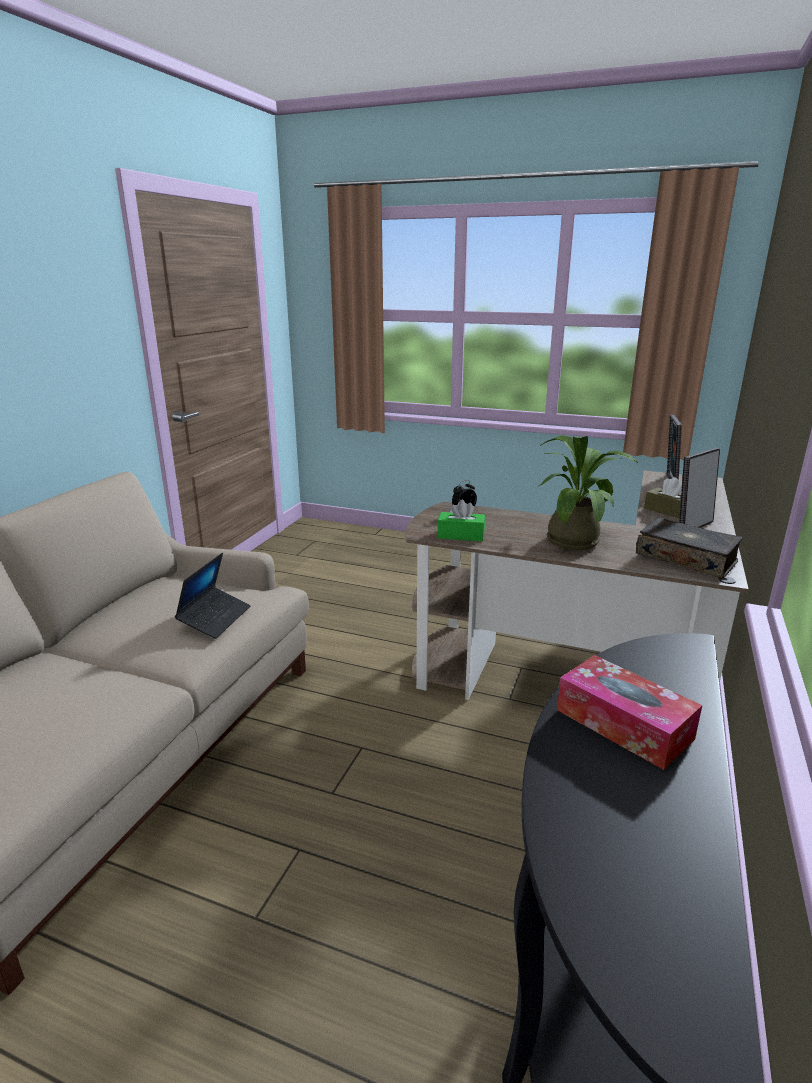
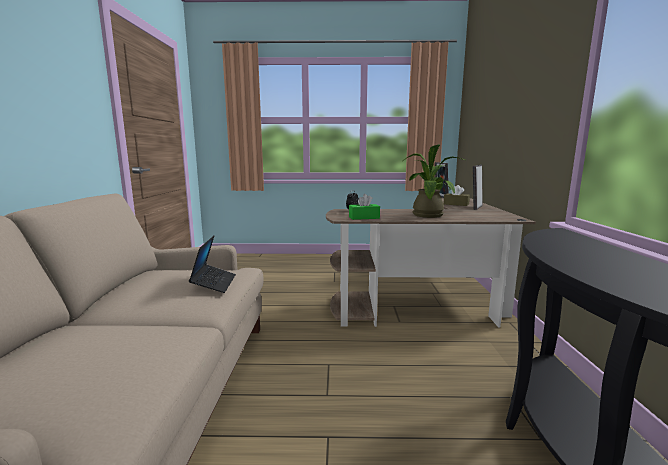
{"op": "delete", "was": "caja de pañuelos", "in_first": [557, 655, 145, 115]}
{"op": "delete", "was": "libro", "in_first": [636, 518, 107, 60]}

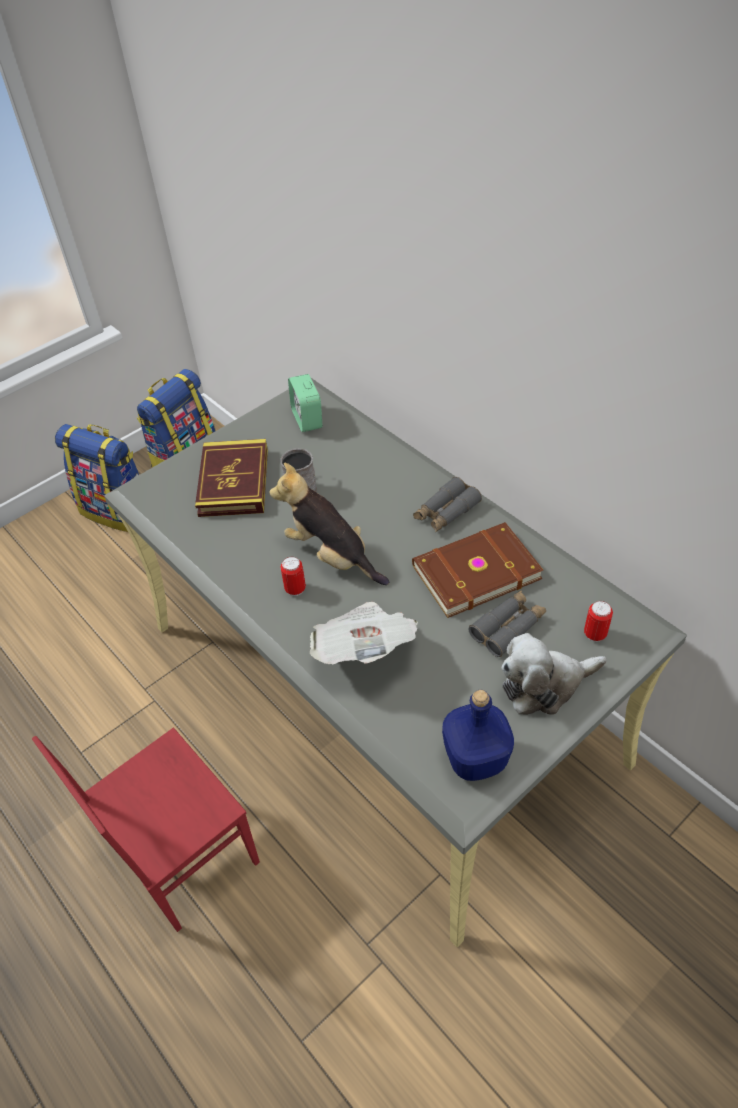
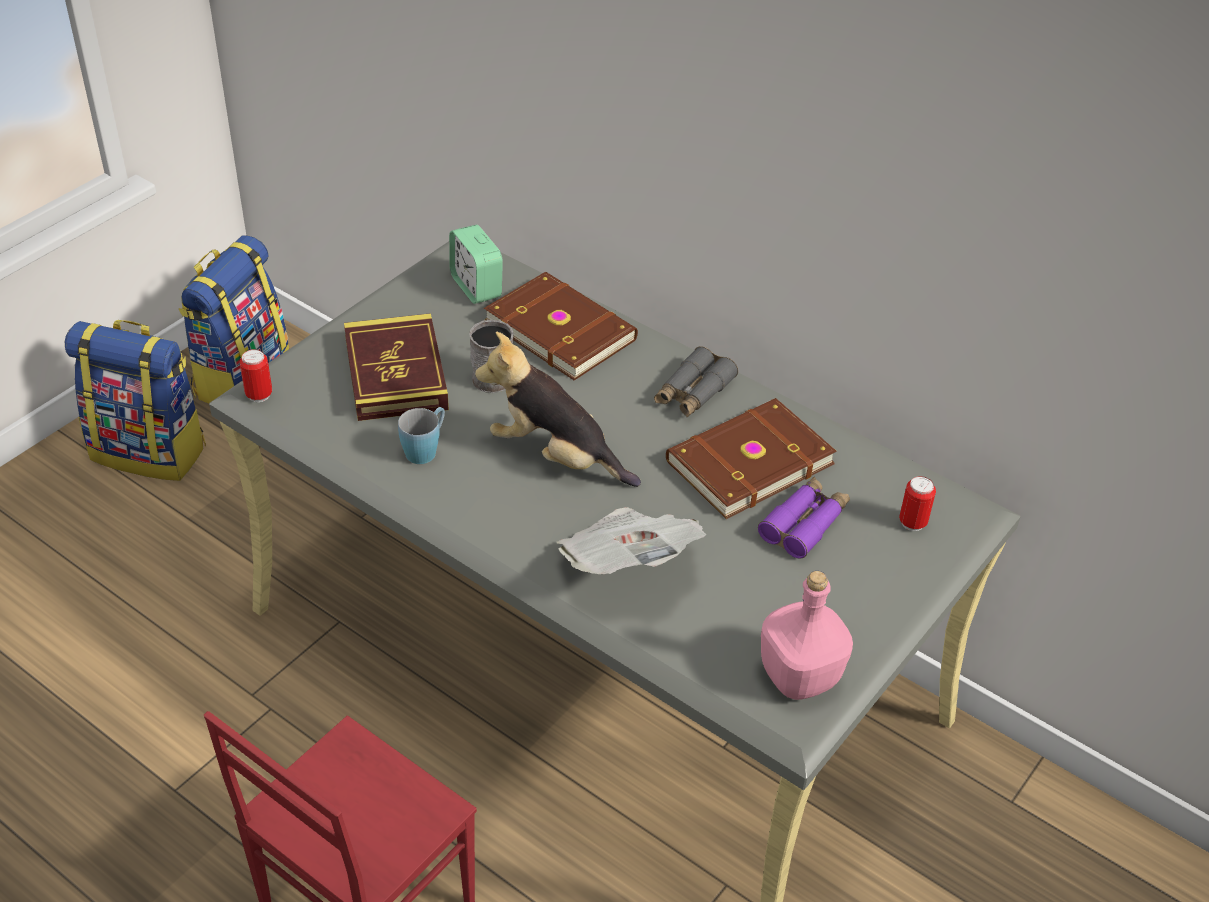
{"op": "delete", "was": "peluche", "in_first": [501, 633, 106, 82]}
{"op": "insert", "now": "taza grande (azul)", "in_second": [398, 407, 47, 57]}
{"op": "insert", "now": "libro (marrón)", "in_second": [484, 272, 154, 108]}
{"op": "move", "was": "lata", "in_first": [281, 557, 25, 39], "in_second": [240, 349, 32, 53]}
{"op": "recolor", "was": "botella (azul)", "now": "botella (rosa)", "in_first": [442, 690, 72, 91], "in_second": [761, 571, 92, 129]}
{"op": "recolor", "was": "prismáticos (gris)", "now": "prismáticos (morado)", "in_first": [469, 590, 77, 67], "in_second": [758, 477, 92, 81]}

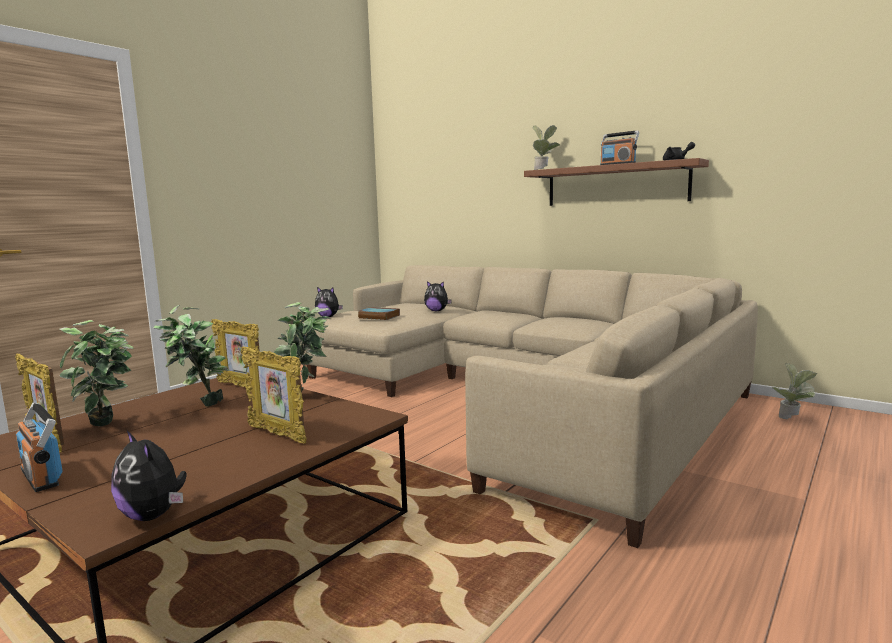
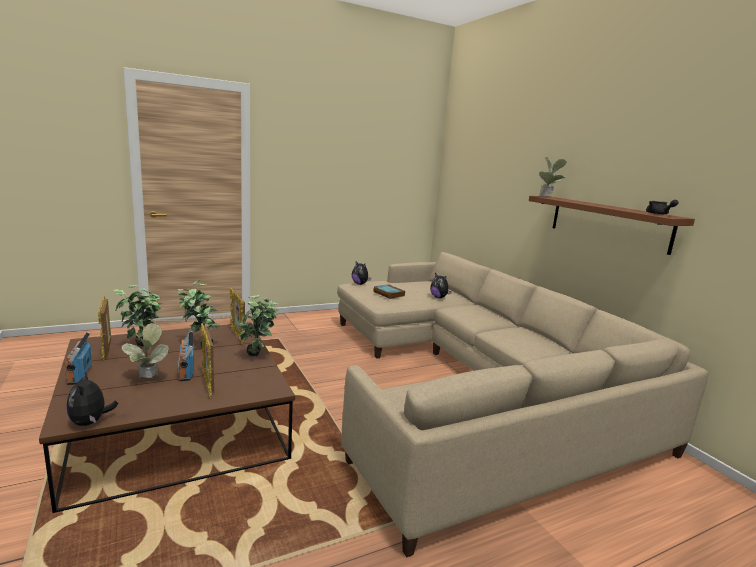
{"op": "move", "was": "radio", "in_first": [600, 130, 39, 35], "in_second": [177, 331, 17, 50]}
{"op": "move", "was": "planta en maceta", "in_first": [772, 363, 45, 57], "in_second": [121, 323, 48, 55]}

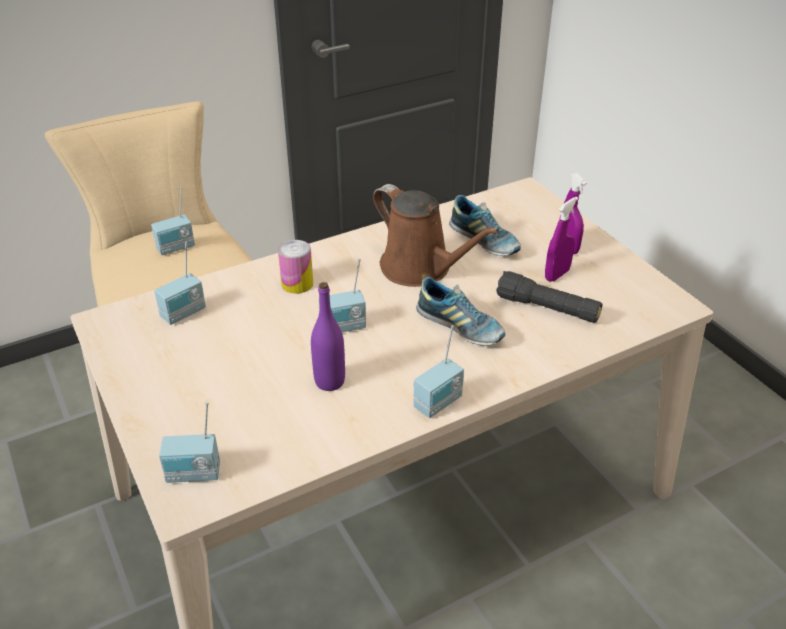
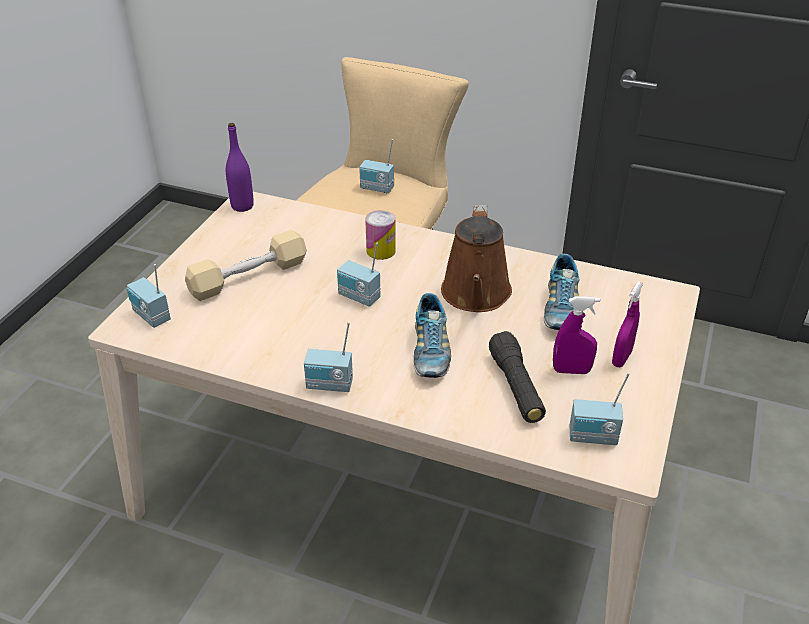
{"op": "insert", "now": "mancuerna (beis)", "in_second": [185, 230, 122, 71]}
{"op": "move", "was": "radio", "in_first": [154, 242, 52, 83], "in_second": [570, 373, 60, 72]}
{"op": "move", "was": "botella (morado)", "in_first": [311, 282, 34, 109], "in_second": [226, 123, 28, 89]}

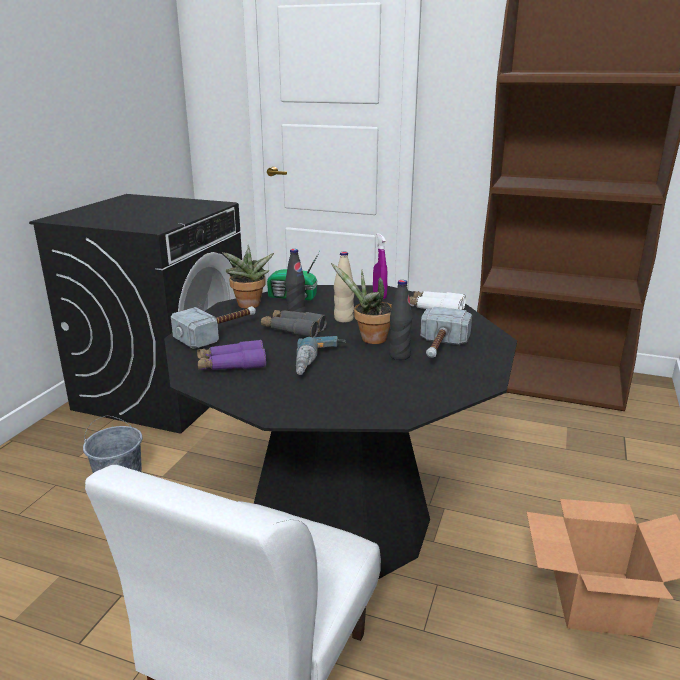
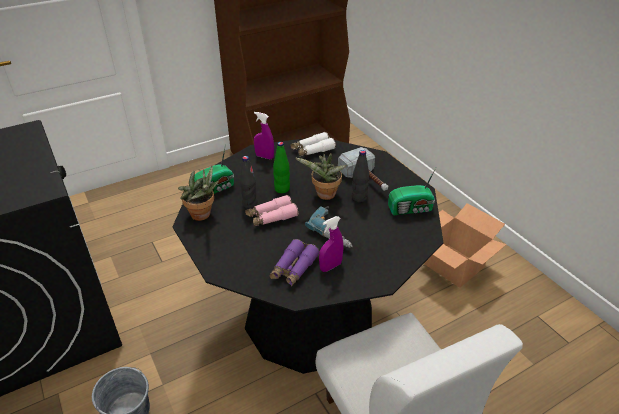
{"op": "delete", "was": "martillo", "in_first": [171, 306, 85, 43]}
{"op": "insert", "now": "pulverizador (morado)", "in_second": [319, 216, 24, 56]}
{"op": "insert", "now": "radio", "in_second": [388, 168, 48, 47]}
{"op": "recolor", "was": "prismáticos (gris)", "now": "prismáticos (rosa)", "in_first": [261, 310, 66, 28], "in_second": [245, 195, 53, 32]}
{"op": "recolor", "was": "botella (beis)", "now": "botella (verde)", "in_first": [334, 252, 20, 70], "in_second": [273, 142, 17, 51]}

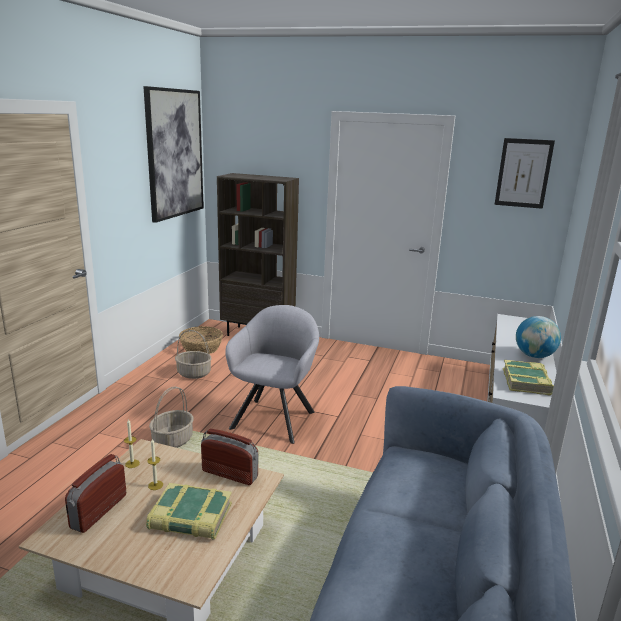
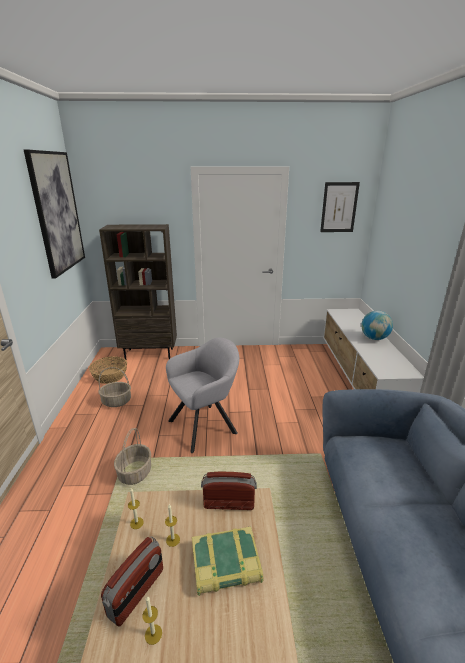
{"op": "delete", "was": "libro", "in_first": [503, 360, 51, 36]}
{"op": "insert", "now": "vela", "in_second": [142, 596, 20, 49]}
{"op": "rotate", "was": "radio", "in_first": [65, 454, 61, 79], "in_second": [101, 536, 62, 91], "clockwise": -150}
{"op": "rotate", "was": "sillón (gris)", "in_first": [225, 305, 94, 139], "in_second": [166, 338, 73, 115], "clockwise": 60}

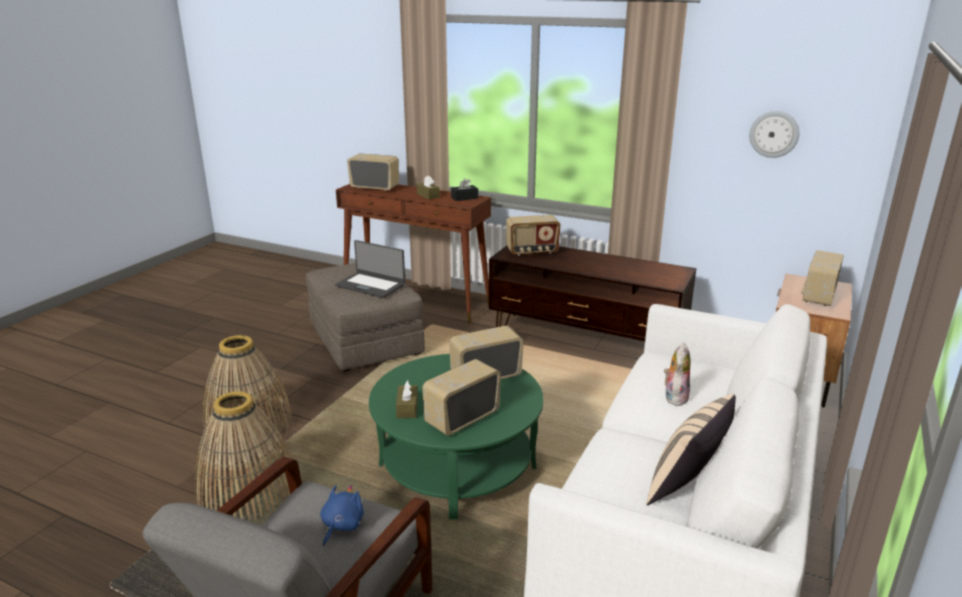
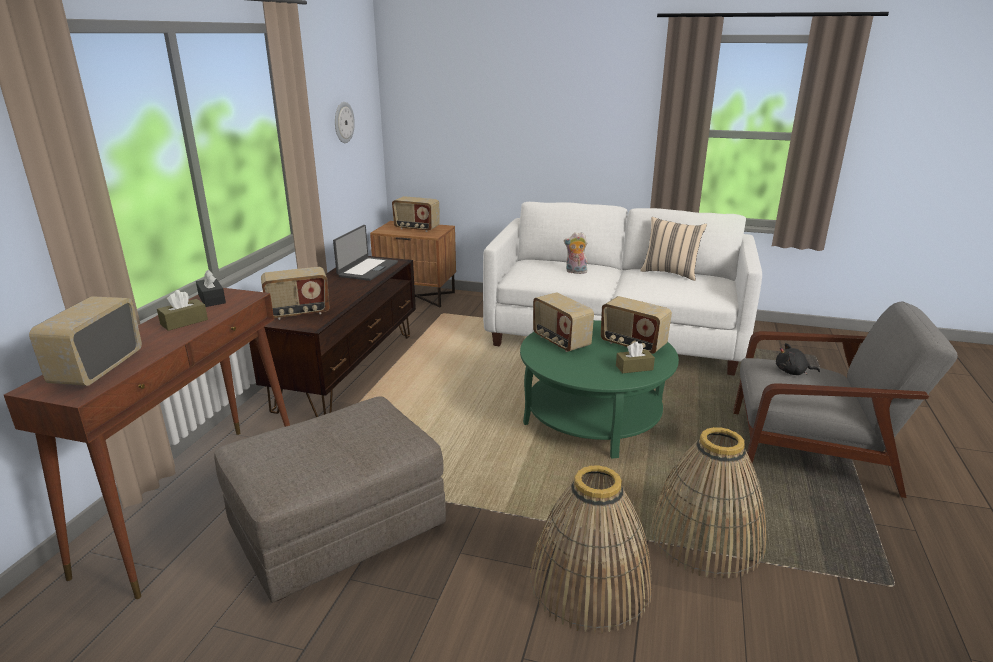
{"op": "move", "was": "portátil", "in_first": [335, 240, 70, 58], "in_second": [333, 225, 65, 56]}
{"op": "recolor", "was": "peluche (azul)", "now": "peluche (negro)", "in_first": [320, 485, 44, 61], "in_second": [776, 343, 44, 32]}
{"op": "rotate", "was": "radio", "in_first": [506, 215, 55, 41], "in_second": [261, 267, 69, 53], "clockwise": 90}

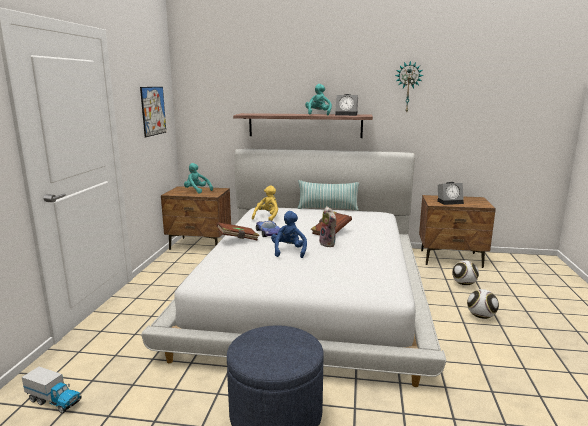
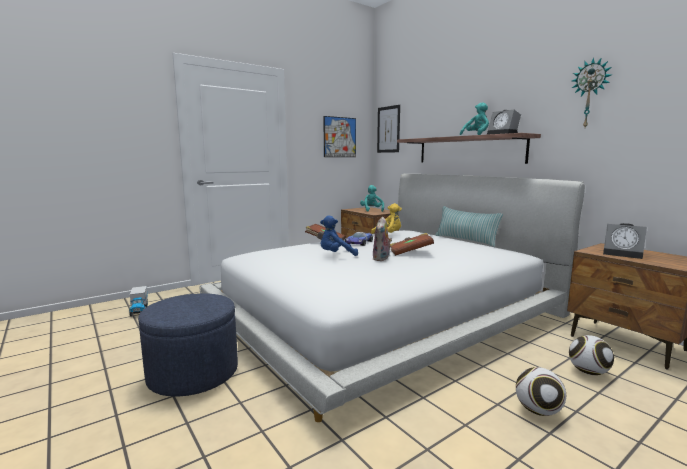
{"op": "insert", "now": "cuadro", "in_second": [377, 105, 23, 48]}
{"op": "rotate", "was": "peluche (azul)", "in_first": [271, 211, 36, 47], "in_second": [320, 215, 38, 41], "clockwise": -150}

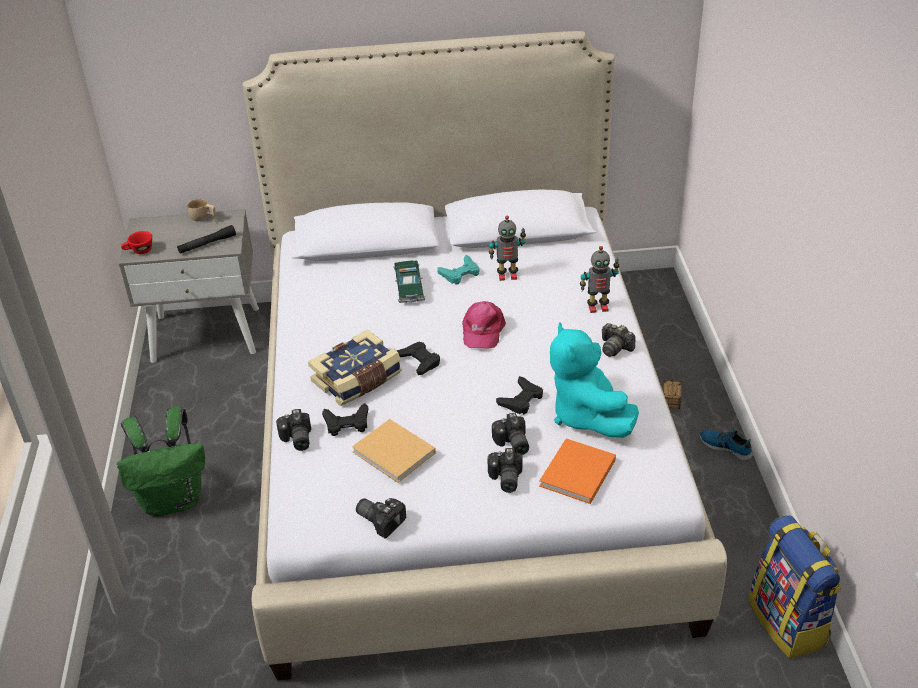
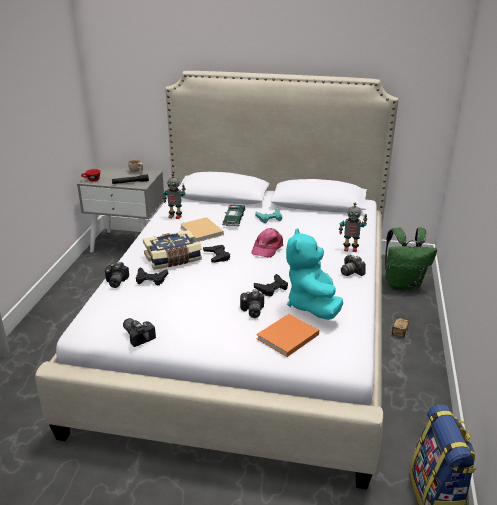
{"op": "delete", "was": "cámara", "in_first": [488, 448, 34, 45]}
{"op": "delete", "was": "zapato", "in_first": [699, 428, 54, 33]}
{"op": "move", "was": "mochila (verde)", "in_first": [117, 407, 88, 109], "in_second": [385, 227, 52, 63]}
{"op": "move", "was": "libro (beis)", "in_first": [352, 419, 84, 64], "in_second": [180, 217, 44, 25]}
{"op": "move", "was": "robot de juguete", "in_first": [489, 215, 37, 66], "in_second": [163, 173, 23, 46]}

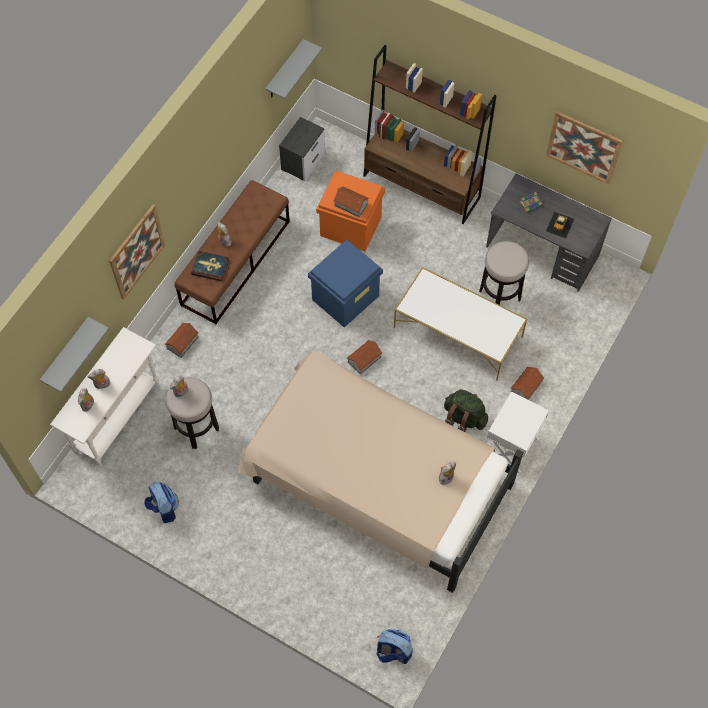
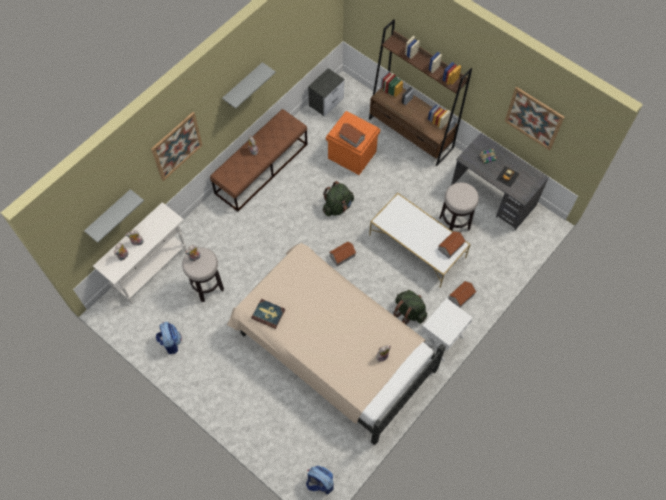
{"op": "move", "was": "casita", "in_first": [165, 323, 34, 35], "in_second": [438, 231, 28, 27]}
{"op": "move", "was": "libro", "in_first": [191, 251, 38, 30], "in_second": [251, 299, 34, 30]}
{"op": "move", "was": "estante (gris)", "in_first": [265, 39, 57, 60], "in_second": [222, 62, 54, 47]}
{"op": "replace", "was": "caja de almacenaje (azul)", "now": "mochila (verde)", "in_first": [308, 240, 75, 87], "in_second": [323, 181, 31, 35]}

